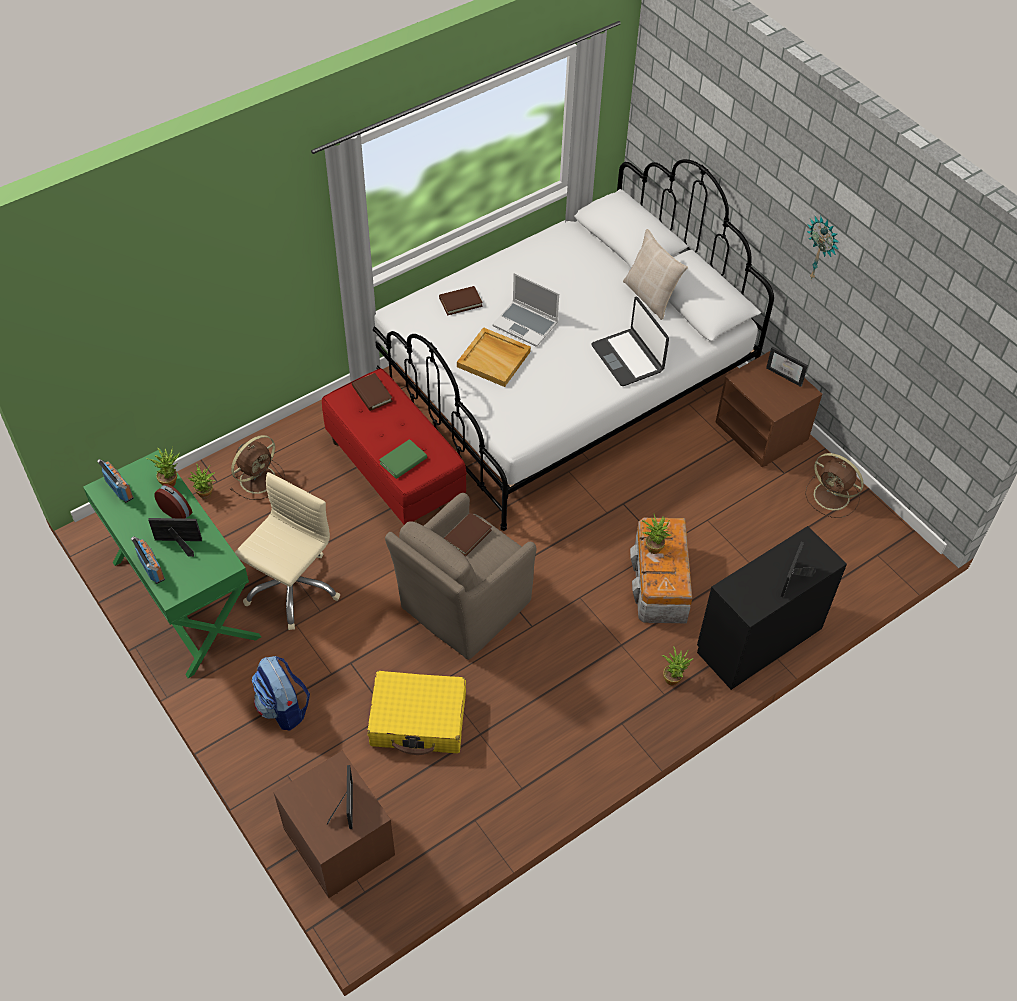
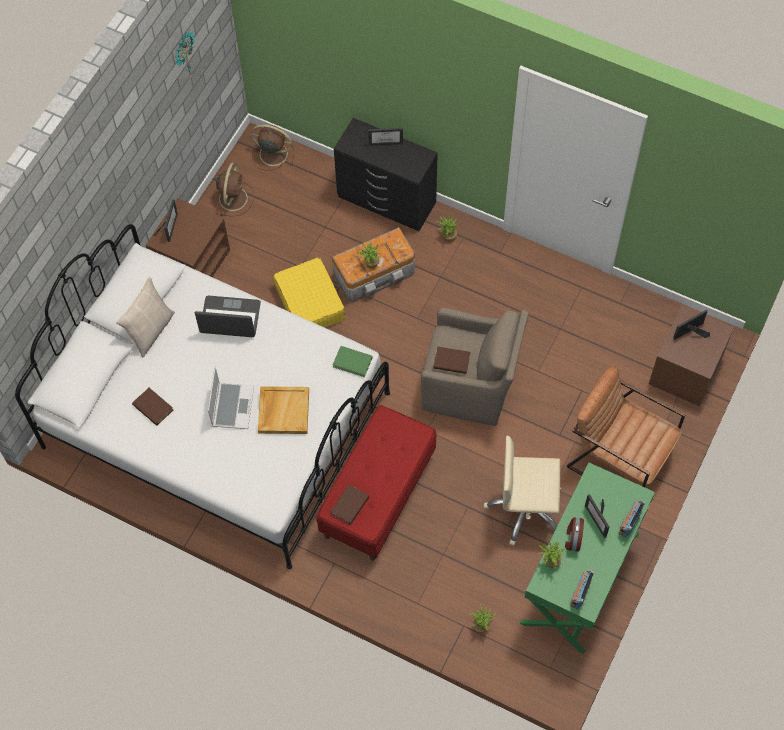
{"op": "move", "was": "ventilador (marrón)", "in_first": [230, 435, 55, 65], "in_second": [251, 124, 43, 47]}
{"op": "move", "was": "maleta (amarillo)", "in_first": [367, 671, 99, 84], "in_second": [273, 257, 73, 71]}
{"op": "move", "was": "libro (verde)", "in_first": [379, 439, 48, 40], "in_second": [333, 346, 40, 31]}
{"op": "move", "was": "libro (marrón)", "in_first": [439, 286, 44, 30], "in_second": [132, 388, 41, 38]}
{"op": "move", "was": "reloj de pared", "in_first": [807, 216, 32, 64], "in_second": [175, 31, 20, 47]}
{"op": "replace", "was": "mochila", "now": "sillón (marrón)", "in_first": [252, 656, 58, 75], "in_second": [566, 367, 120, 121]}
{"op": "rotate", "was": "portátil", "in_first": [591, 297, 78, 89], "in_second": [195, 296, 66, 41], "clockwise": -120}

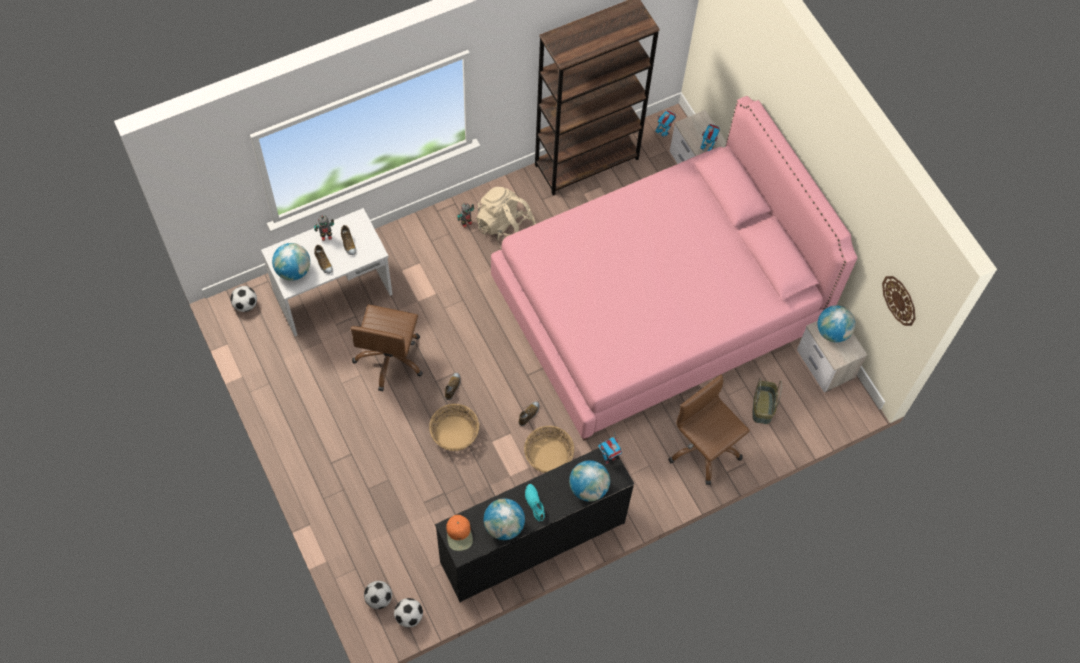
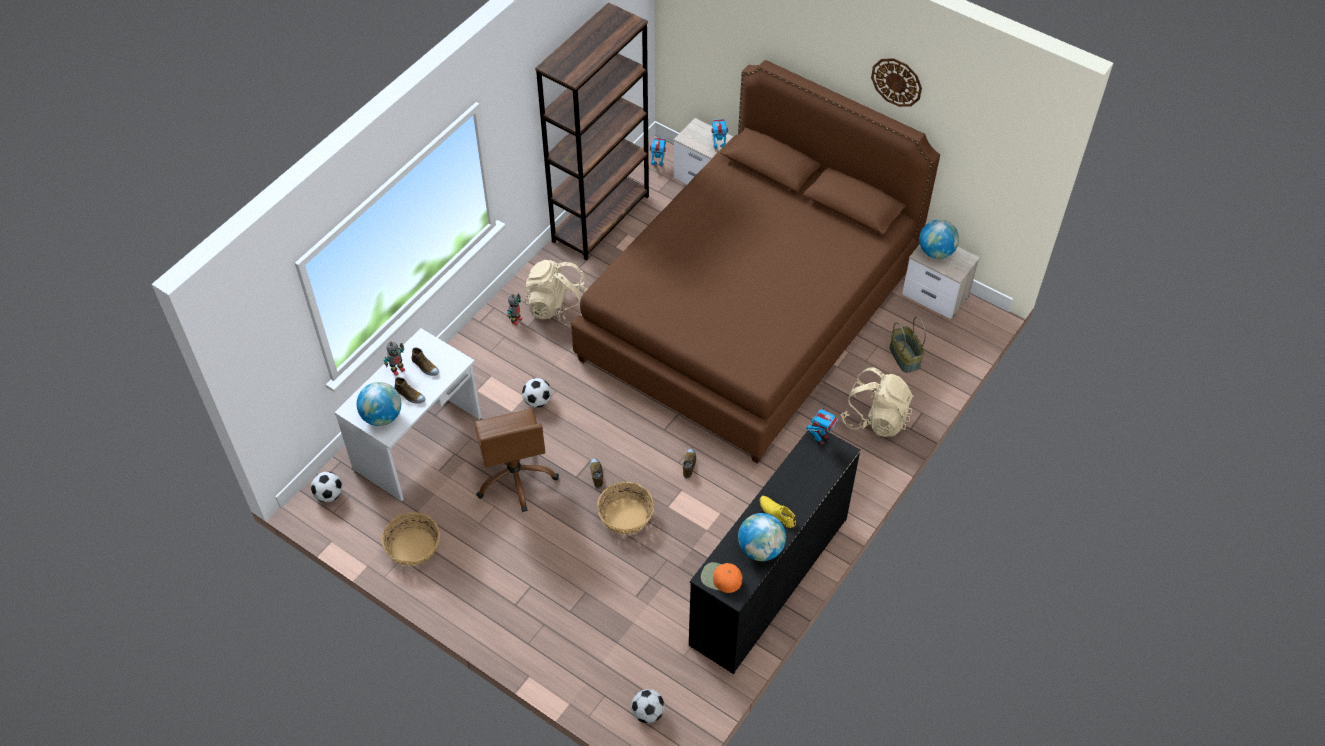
{"op": "delete", "was": "globo terráqueo", "in_first": [569, 460, 41, 42]}
{"op": "move", "was": "balón de fútbol", "in_first": [394, 598, 29, 29], "in_second": [522, 378, 30, 29]}
{"op": "move", "was": "cesta", "in_first": [524, 426, 50, 47], "in_second": [381, 512, 59, 54]}
{"op": "move", "was": "reloj de pared", "in_first": [882, 276, 34, 50], "in_second": [871, 58, 51, 49]}
{"op": "replace", "was": "silla de oficina (marrón)", "now": "mochila (beis)", "in_first": [668, 375, 82, 110], "in_second": [840, 367, 74, 70]}
{"op": "recolor", "was": "cama (rosa)", "now": "cama (marrón)", "in_first": [491, 96, 366, 345], "in_second": [571, 60, 369, 404]}
{"op": "recolor", "was": "zapato (turquesa)", "now": "zapato (amarillo)", "in_first": [525, 484, 20, 37], "in_second": [760, 496, 36, 32]}
{"op": "rotate", "was": "gorra (naranja)", "in_first": [446, 515, 27, 36], "in_second": [701, 562, 42, 31], "clockwise": 150}

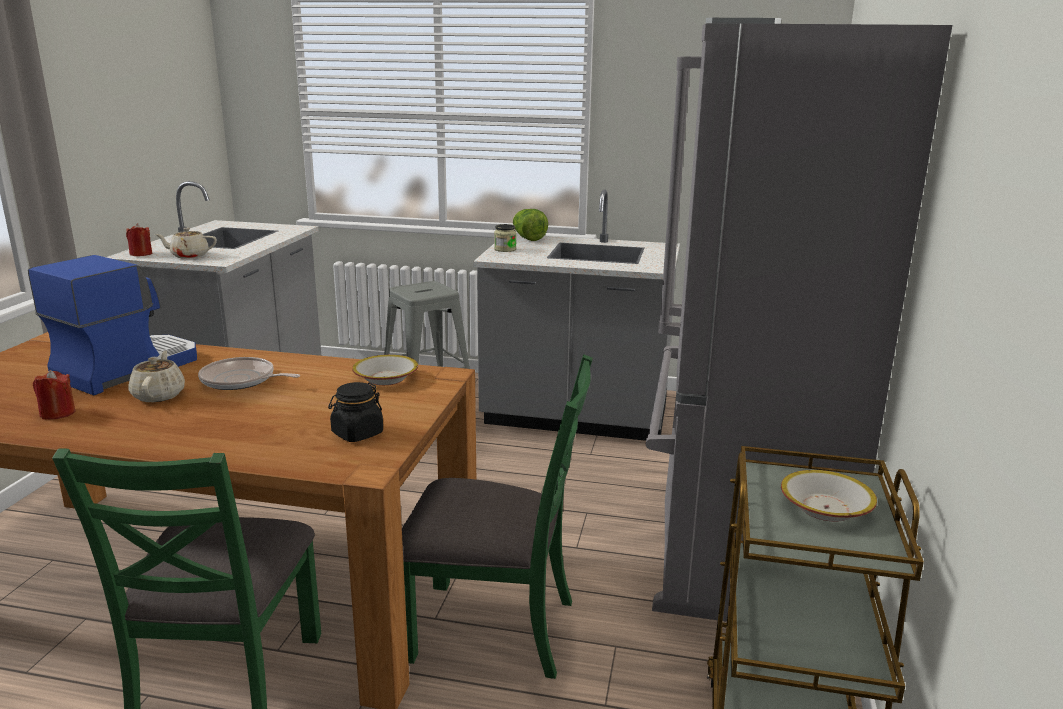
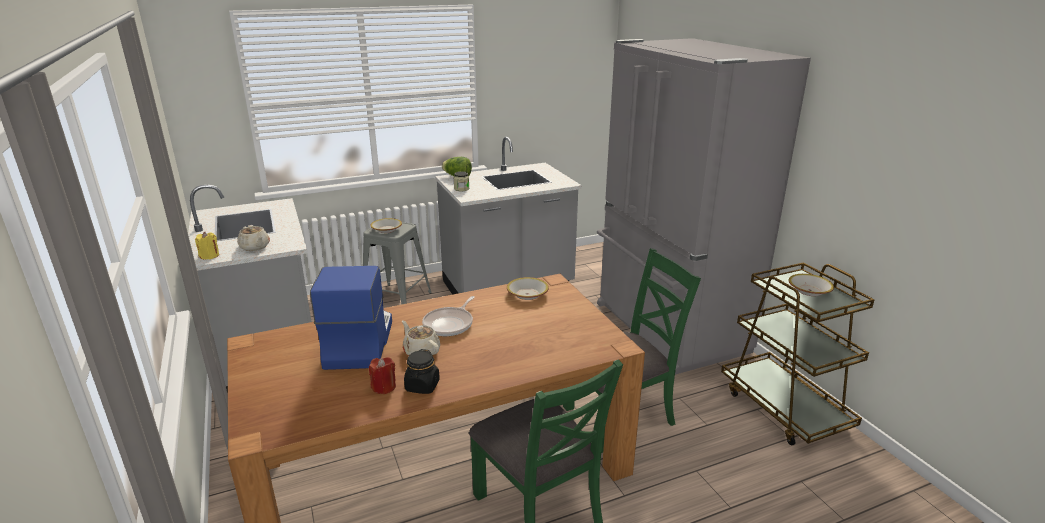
{"op": "insert", "now": "cuenco", "in_second": [370, 218, 32, 15]}
{"op": "move", "was": "tarro (negro)", "in_first": [328, 382, 55, 60], "in_second": [404, 349, 36, 45]}
{"op": "recolor", "was": "vela (rojo)", "now": "vela (amarillo)", "in_first": [126, 223, 26, 33], "in_second": [195, 232, 24, 28]}
{"op": "rotate", "was": "tetera (beis)", "in_first": [155, 228, 62, 31], "in_second": [237, 225, 33, 26], "clockwise": -90}
{"op": "rotate", "was": "sartén", "in_first": [198, 357, 102, 33], "in_second": [422, 296, 53, 40], "clockwise": -45}

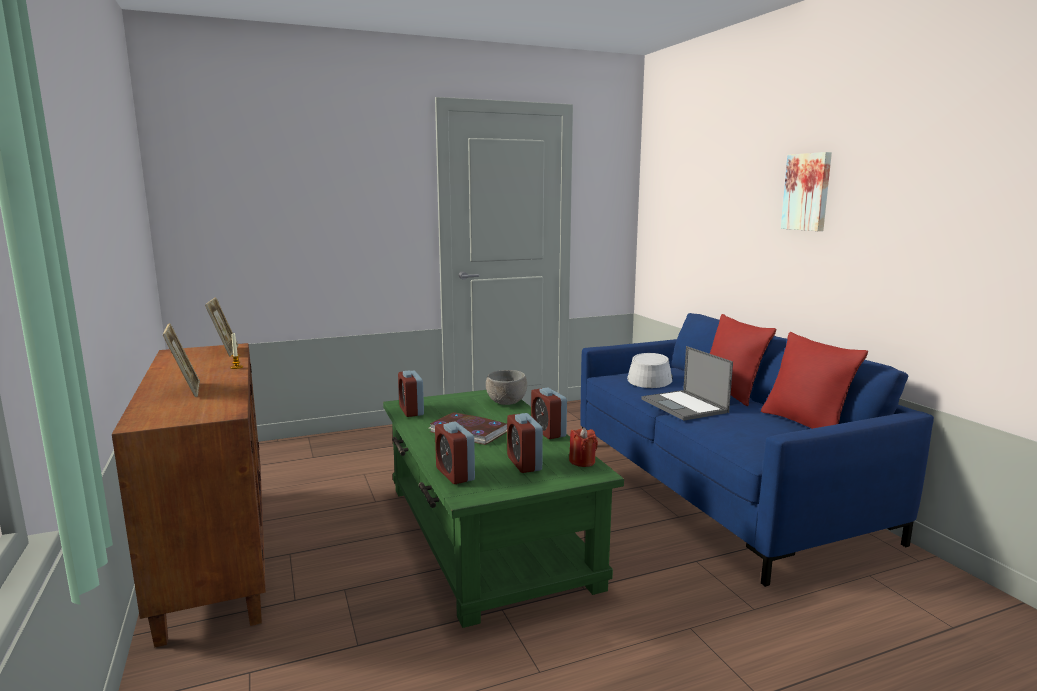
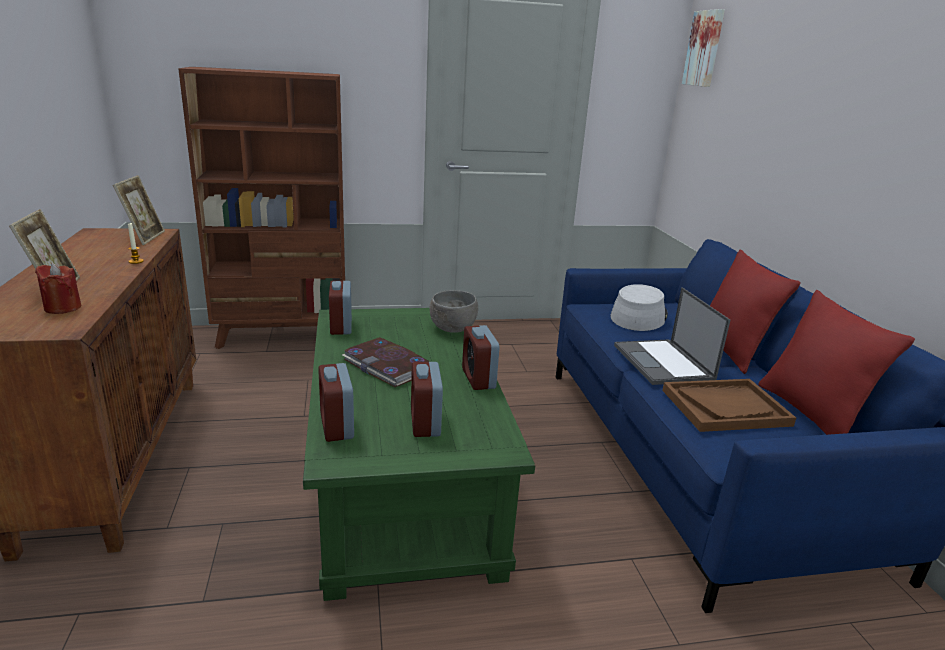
{"op": "insert", "now": "estantería (marrón)", "in_second": [178, 67, 167, 282]}
{"op": "insert", "now": "bandeja (marrón)", "in_second": [662, 379, 134, 53]}
{"op": "move", "was": "vela (rojo)", "in_first": [569, 427, 29, 40], "in_second": [35, 263, 46, 51]}
{"op": "move", "was": "cuadro", "in_first": [781, 152, 51, 79], "in_second": [682, 9, 43, 78]}

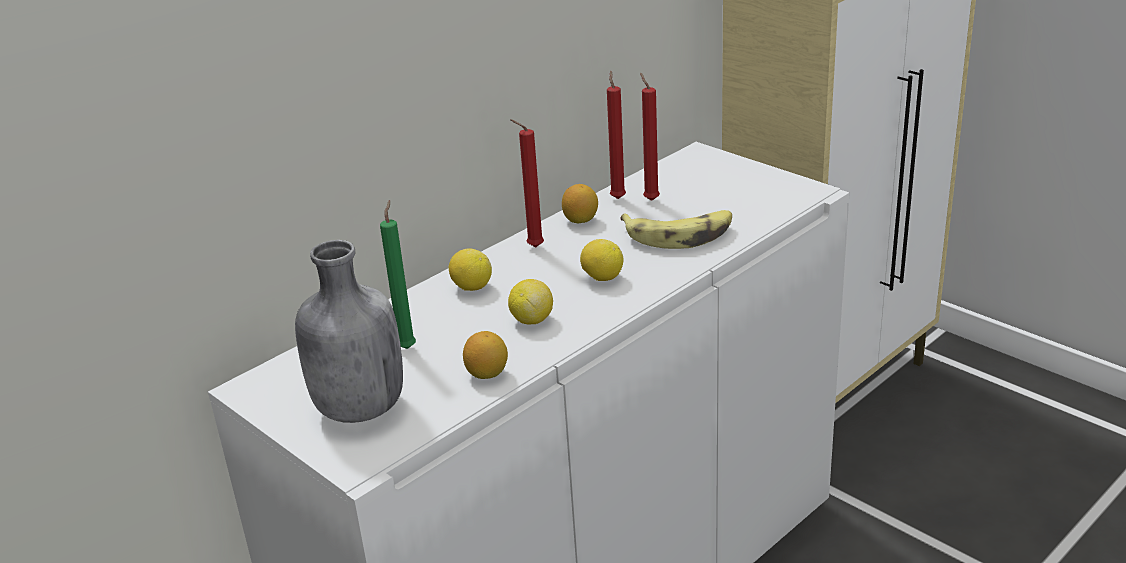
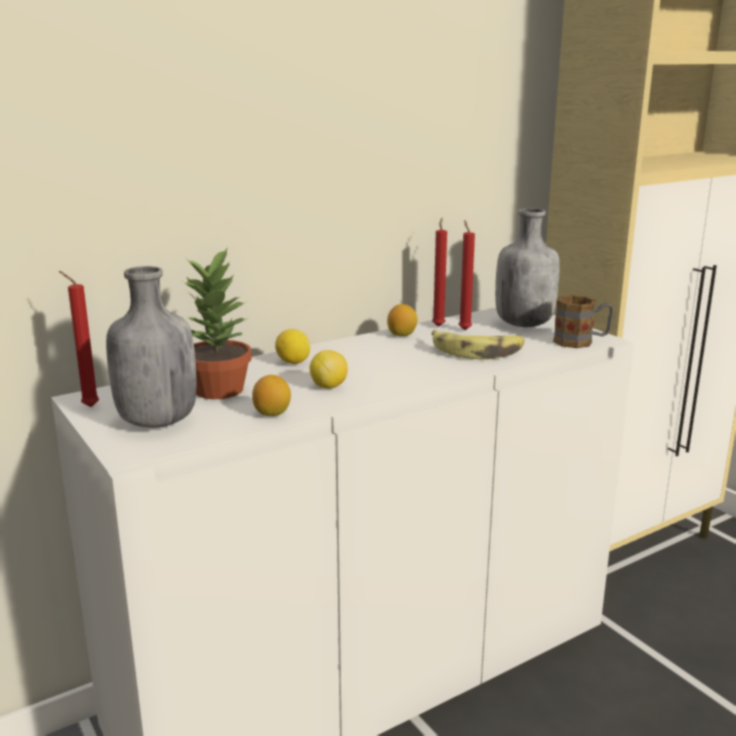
{"op": "delete", "was": "limón", "in_first": [580, 239, 44, 42]}
{"op": "insert", "now": "botella (gris)", "in_second": [495, 208, 65, 119]}
{"op": "insert", "now": "taza grande", "in_second": [553, 295, 60, 53]}
{"op": "move", "was": "vela (rojo)", "in_first": [510, 119, 34, 128], "in_second": [59, 271, 40, 136]}
{"op": "replace", "was": "vela (verde)", "now": "planta en maceta", "in_first": [380, 200, 36, 149], "in_second": [183, 247, 69, 152]}

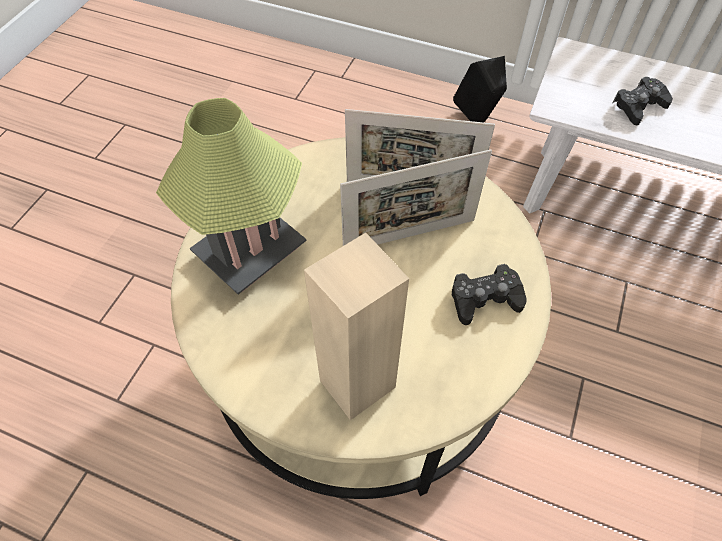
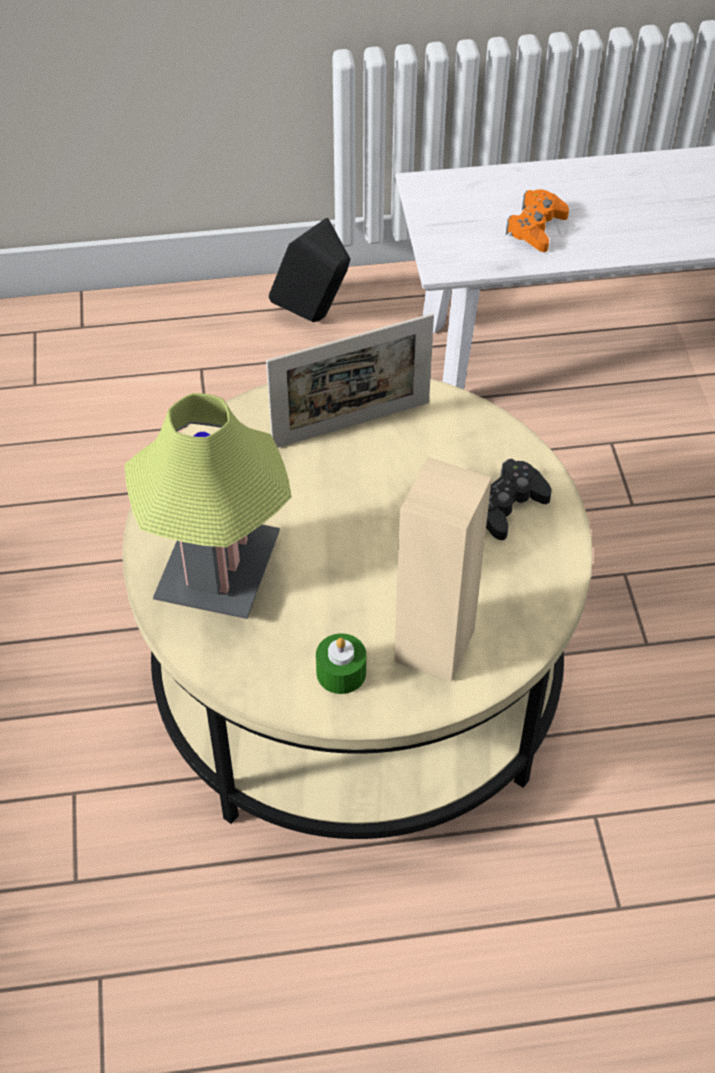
{"op": "delete", "was": "portarretratos", "in_first": [340, 149, 152, 97]}
{"op": "insert", "now": "vela (verde)", "in_second": [316, 634, 50, 60]}
{"op": "recolor", "was": "mando de consola (negro)", "now": "mando de consola (naranja)", "in_first": [613, 77, 60, 49], "in_second": [506, 189, 63, 63]}

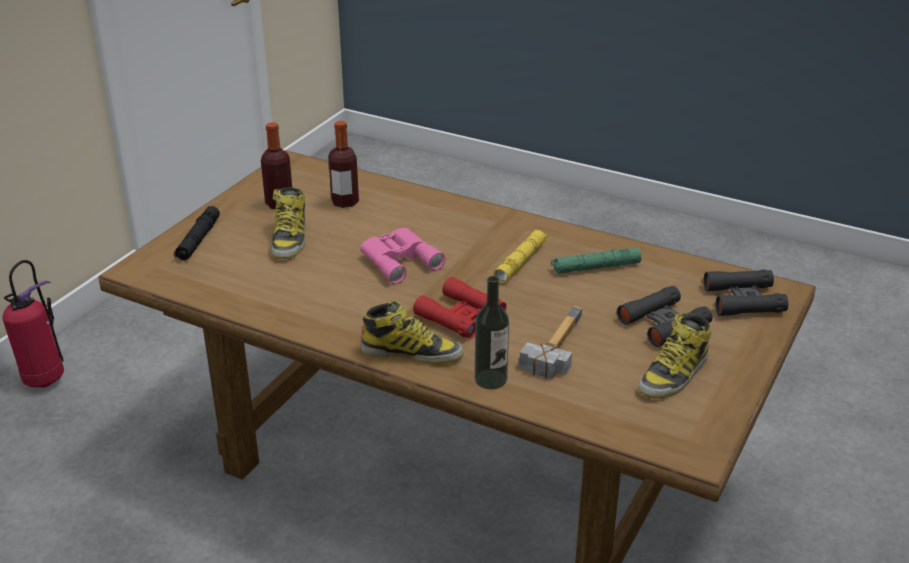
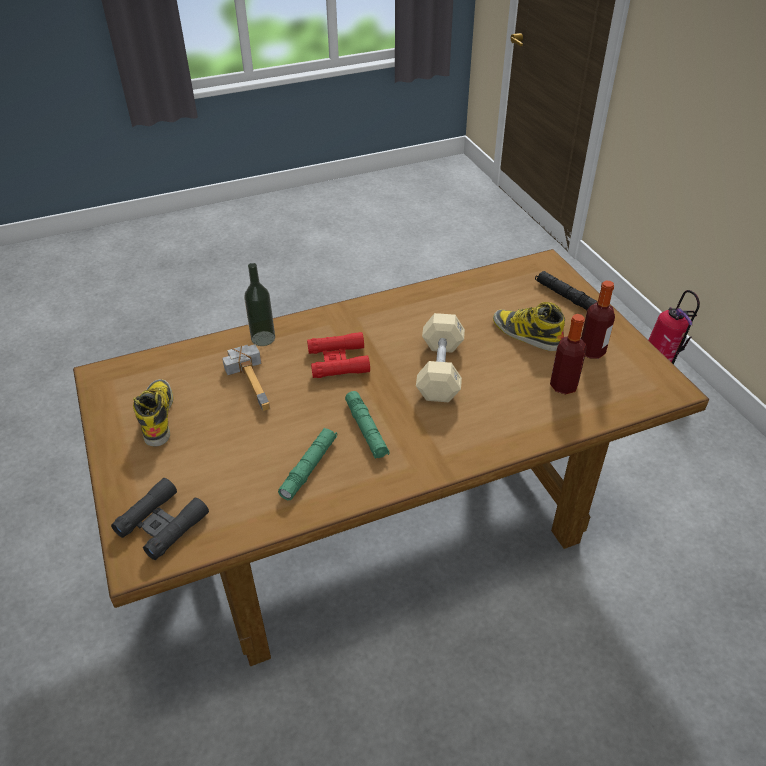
{"op": "delete", "was": "bota", "in_first": [360, 301, 104, 63]}
{"op": "delete", "was": "prismáticos (negro)", "in_first": [617, 286, 95, 61]}
{"op": "replace", "was": "prismáticos (rosa)", "now": "mancuerna (beis)", "in_first": [360, 228, 85, 56], "in_second": [416, 313, 49, 89]}
{"op": "recolor", "was": "linterna (amarillo)", "now": "linterna (verde)", "in_first": [494, 230, 53, 53], "in_second": [345, 391, 45, 68]}

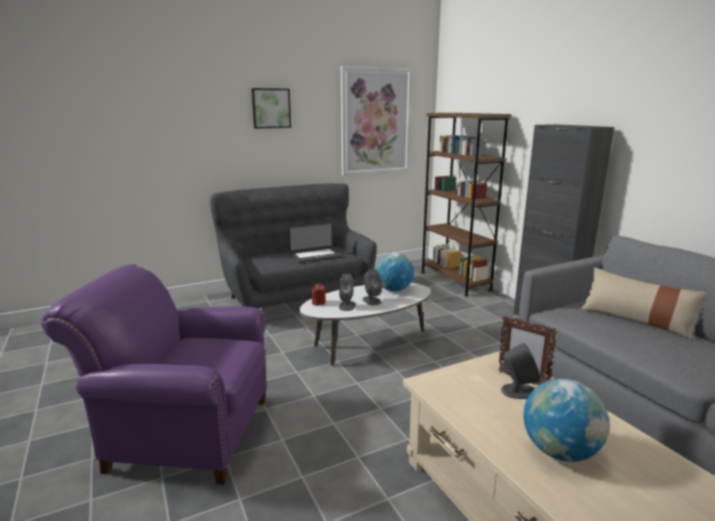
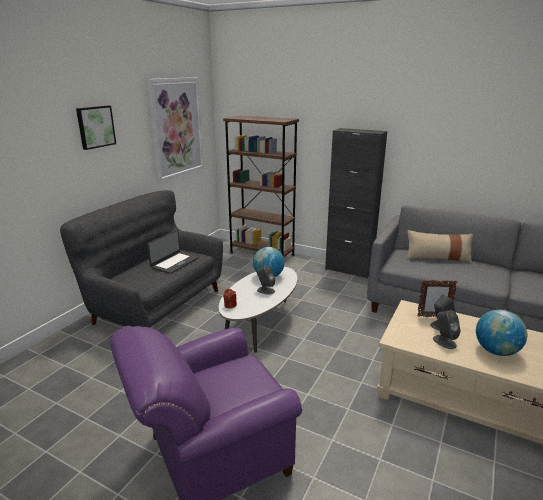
{"op": "move", "was": "altavoz (gris)", "in_first": [339, 274, 16, 37], "in_second": [433, 310, 28, 39]}

